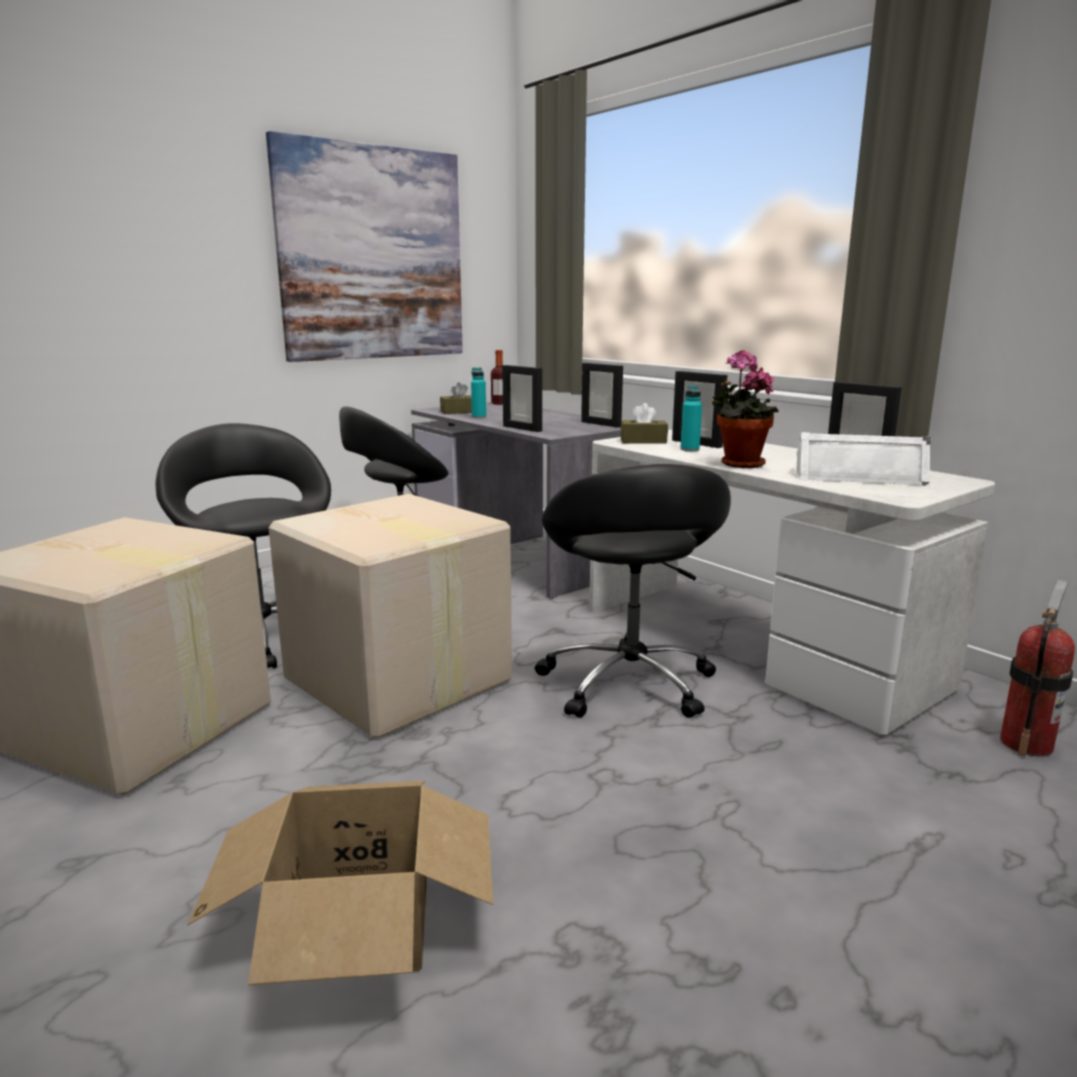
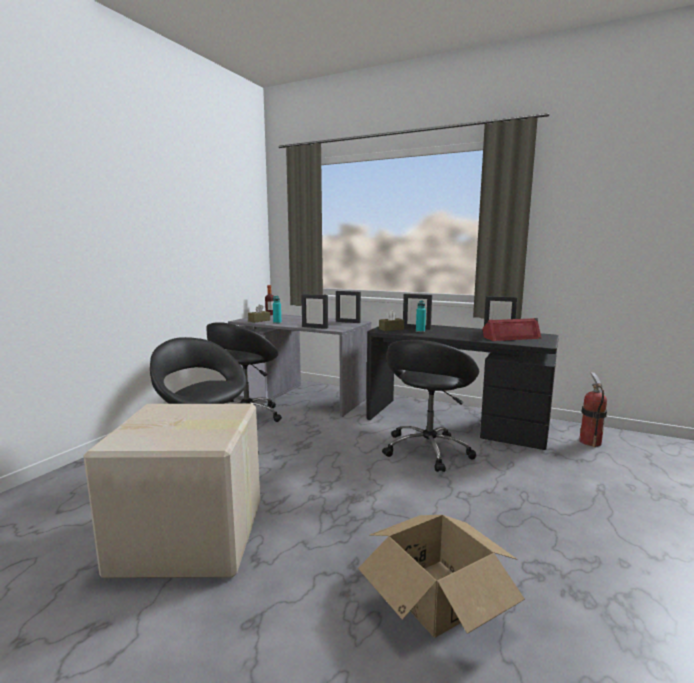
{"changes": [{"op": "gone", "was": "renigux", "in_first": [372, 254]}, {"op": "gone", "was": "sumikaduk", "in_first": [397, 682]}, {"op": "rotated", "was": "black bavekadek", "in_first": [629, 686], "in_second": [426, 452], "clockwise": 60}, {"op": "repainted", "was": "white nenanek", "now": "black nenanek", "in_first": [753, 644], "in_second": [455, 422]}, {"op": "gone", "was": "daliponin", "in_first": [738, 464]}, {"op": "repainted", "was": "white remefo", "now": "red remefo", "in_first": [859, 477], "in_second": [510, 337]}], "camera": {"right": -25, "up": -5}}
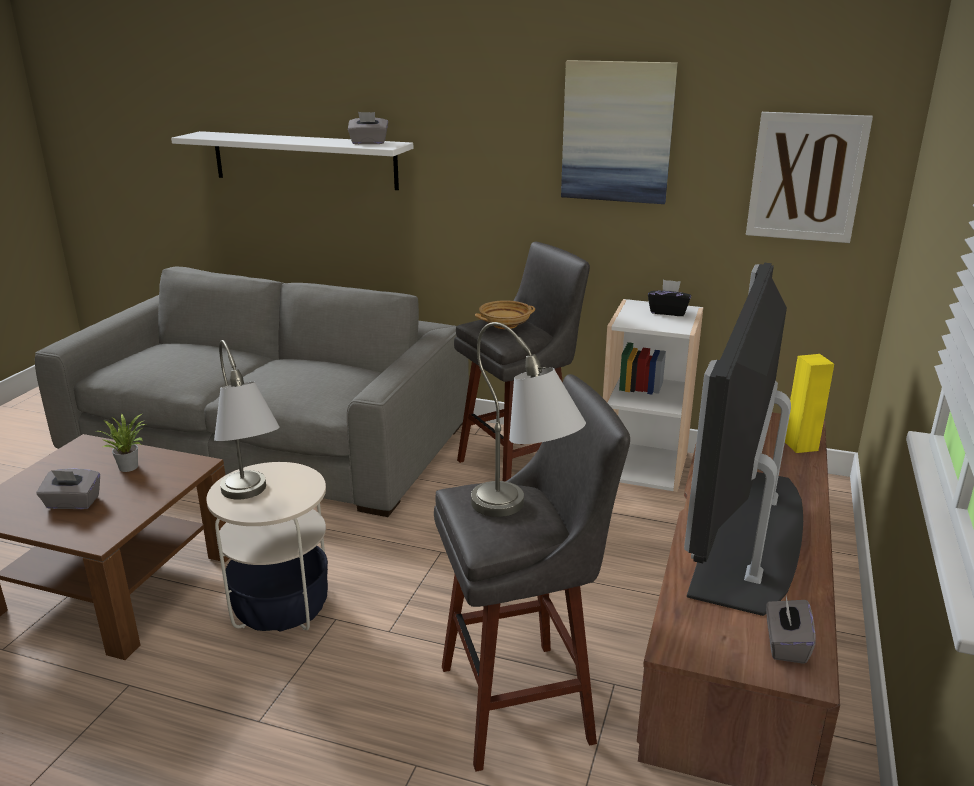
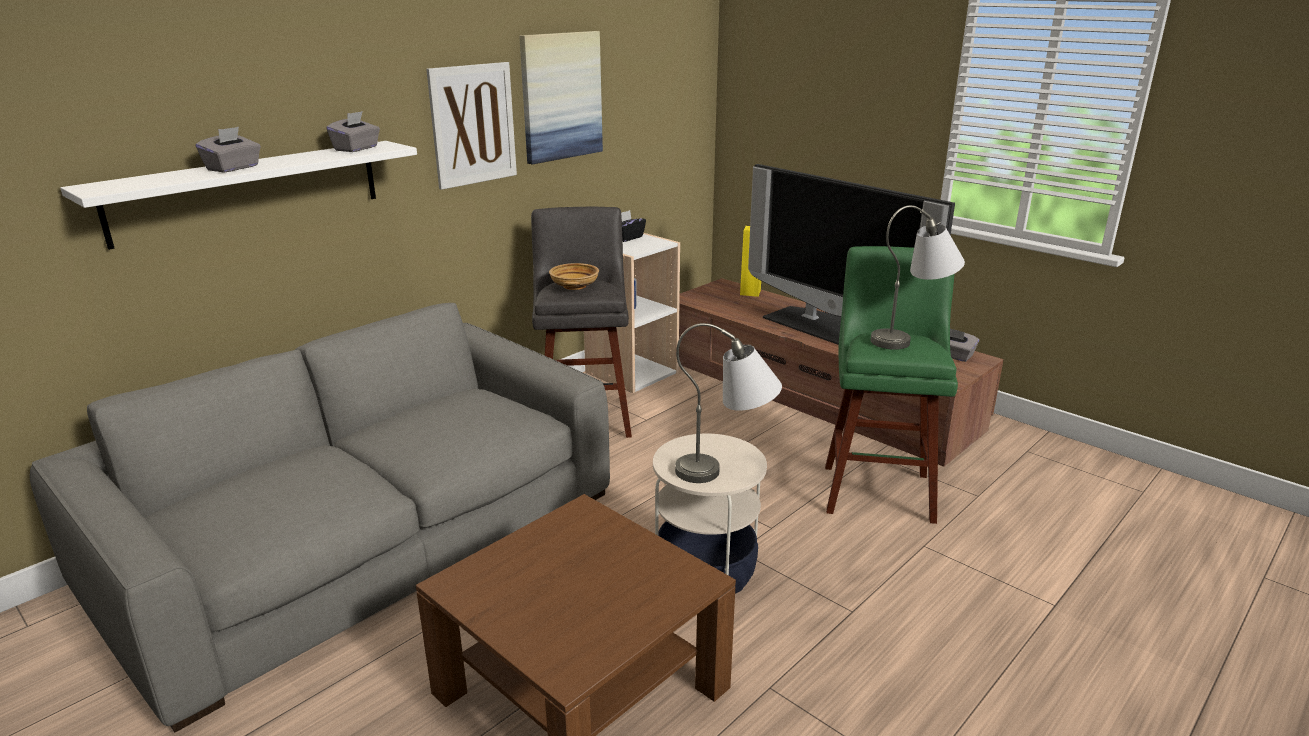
{"changes": [{"op": "shifted", "was": "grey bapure", "in_first": [72, 503], "in_second": [233, 168]}, {"op": "gone", "was": "daliponin", "in_first": [129, 466]}, {"op": "repainted", "was": "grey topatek", "now": "green topatek", "in_first": [522, 702], "in_second": [878, 490]}, {"op": "shifted", "was": "renigux", "in_first": [806, 177], "in_second": [473, 124]}], "camera": {"right": -65, "up": 0}}
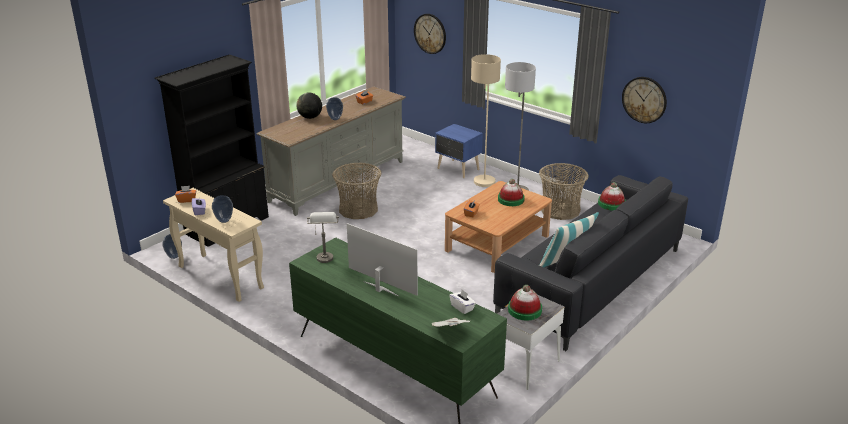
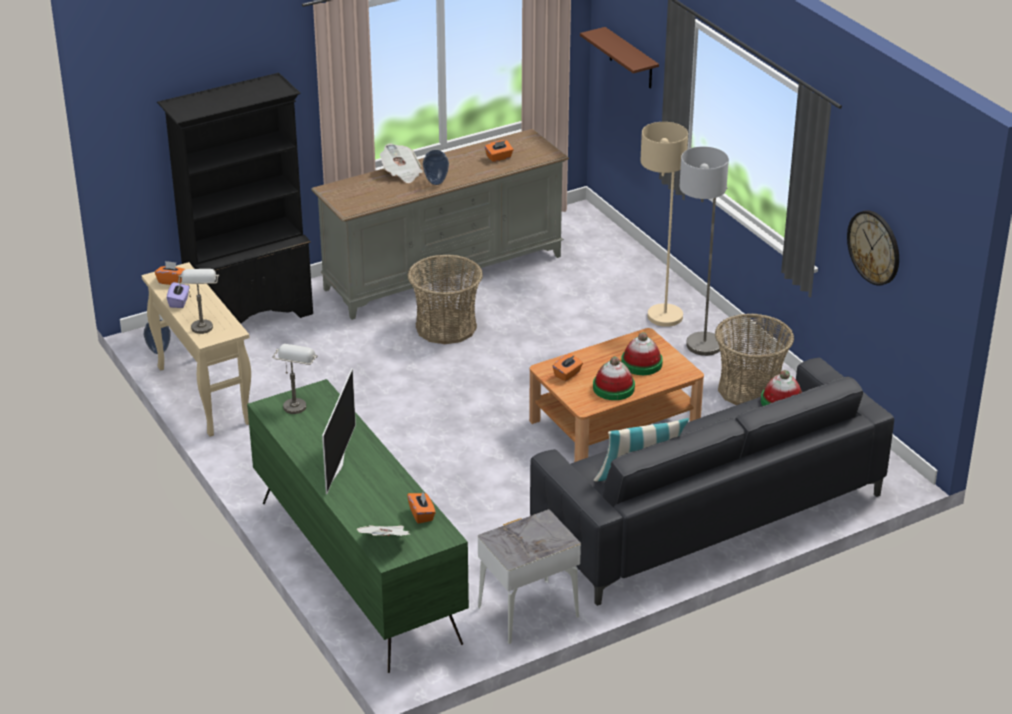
{"changes": [{"op": "swapped", "was": "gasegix", "now": "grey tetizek", "in_first": [224, 221], "in_second": [202, 323]}, {"op": "swapped", "was": "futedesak", "now": "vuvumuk", "in_first": [310, 117], "in_second": [401, 173]}, {"op": "rotated", "was": "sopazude", "in_first": [380, 289], "in_second": [336, 466], "clockwise": 45}, {"op": "swapped", "was": "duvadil", "now": "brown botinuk", "in_first": [430, 33], "in_second": [631, 59]}, {"op": "gone", "was": "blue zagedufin", "in_first": [458, 169]}, {"op": "repainted", "was": "white bapure", "now": "orange bapure", "in_first": [462, 307], "in_second": [421, 514]}, {"op": "shifted", "was": "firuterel", "in_first": [524, 310], "in_second": [613, 388]}], "camera": {"right": 20, "up": 5}}
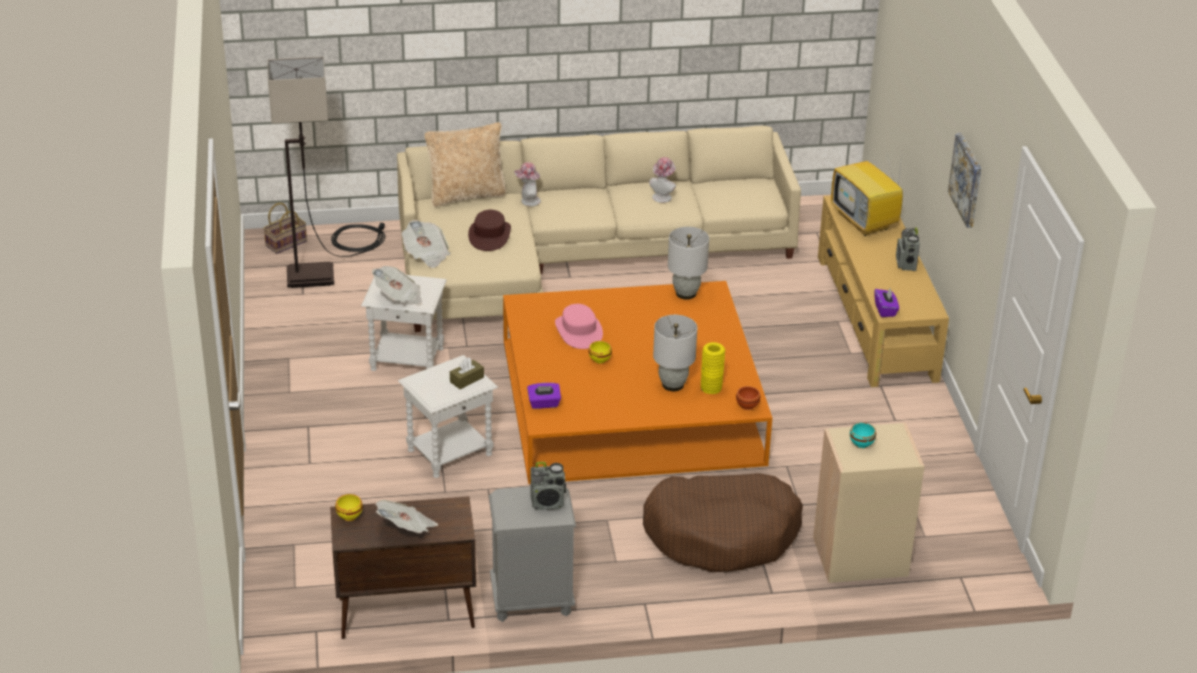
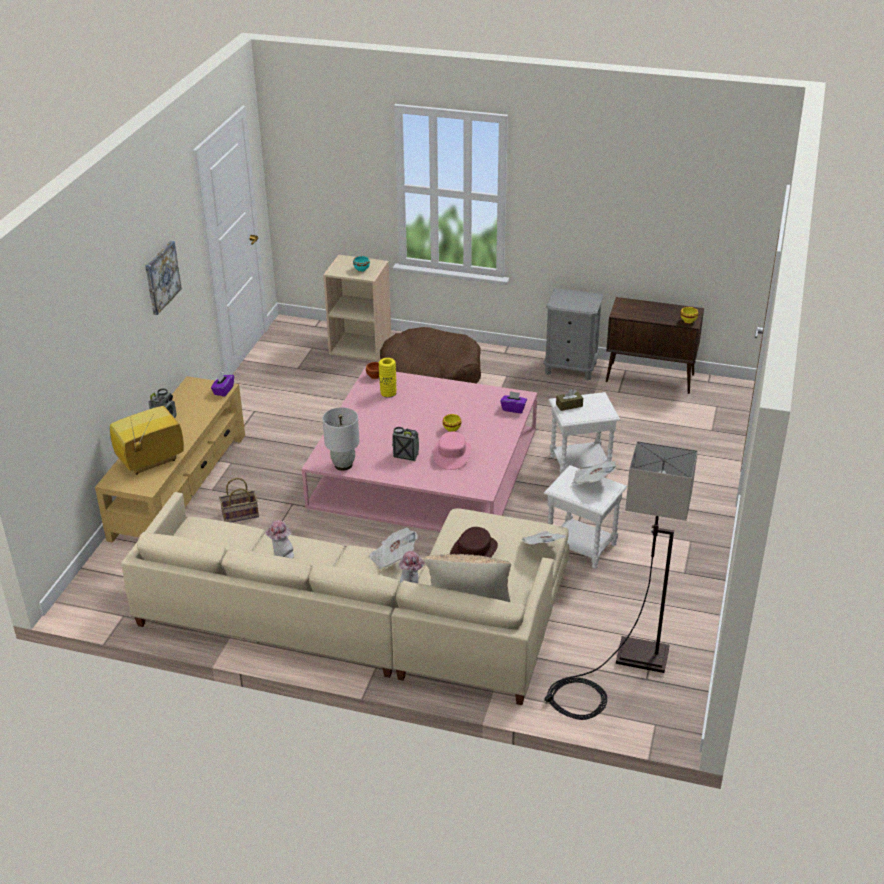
{"changes": [{"op": "shifted", "was": "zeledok", "in_first": [286, 243], "in_second": [239, 515]}, {"op": "shifted", "was": "vuvumuk", "in_first": [407, 529], "in_second": [393, 558]}, {"op": "repainted", "was": "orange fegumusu", "now": "pink fegumusu", "in_first": [631, 401], "in_second": [424, 467]}, {"op": "shifted", "was": "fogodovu", "in_first": [548, 503], "in_second": [406, 455]}, {"op": "gone", "was": "white tetizek", "in_first": [673, 384]}, {"op": "rotated", "was": "sopazude", "in_first": [865, 222], "in_second": [150, 462], "clockwise": -120}], "camera": {"right": -155, "up": 0}}
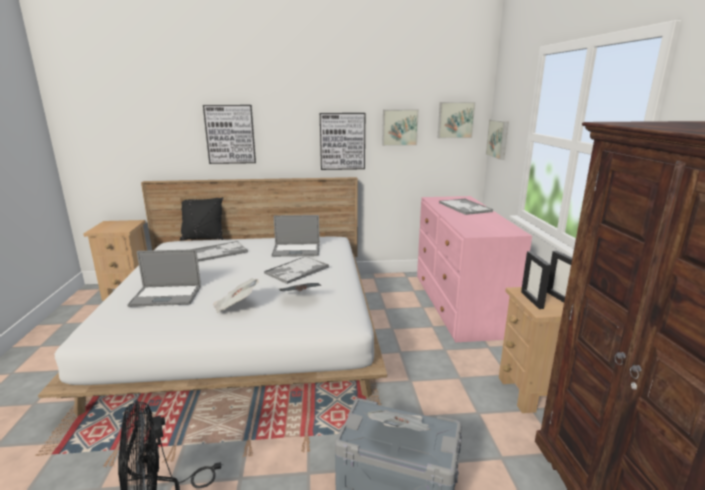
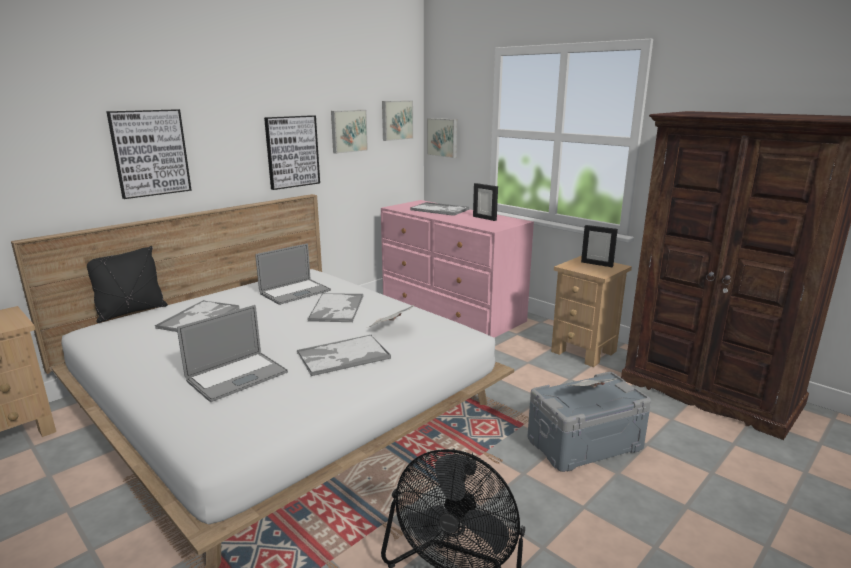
{"changes": [{"op": "swapped", "was": "vuvumuk", "now": "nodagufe", "in_first": [235, 306], "in_second": [342, 356]}, {"op": "shifted", "was": "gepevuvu", "in_first": [532, 300], "in_second": [485, 218]}], "camera": {"right": -40, "up": 0}}
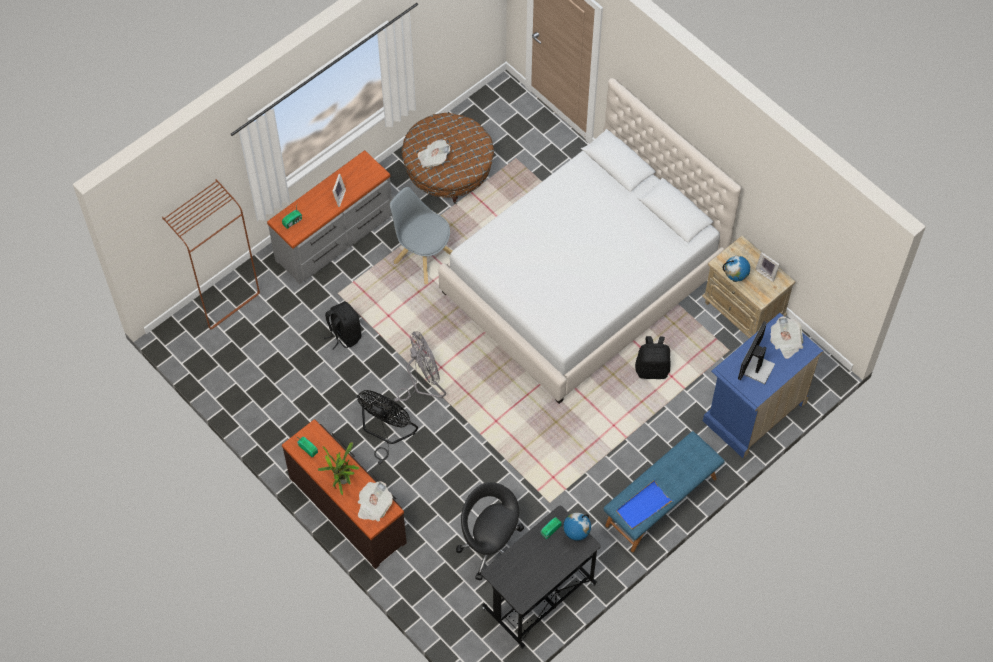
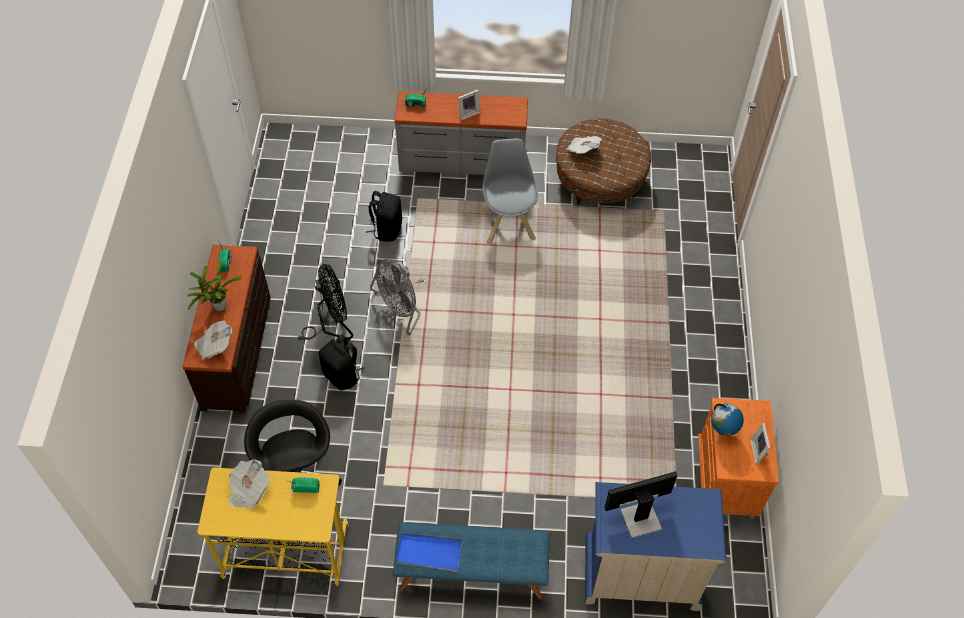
{"changes": [{"op": "gone", "was": "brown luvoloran", "in_first": [224, 300]}, {"op": "rotated", "was": "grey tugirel", "in_first": [421, 379], "in_second": [402, 306], "clockwise": 120}, {"op": "gone", "was": "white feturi", "in_first": [583, 280]}, {"op": "repainted", "was": "black nenanek", "now": "yellow nenanek", "in_first": [539, 597], "in_second": [285, 551]}, {"op": "gone", "was": "futedesak", "in_first": [576, 534]}, {"op": "shifted", "was": "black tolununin", "in_first": [652, 369], "in_second": [342, 375]}, {"op": "repainted", "was": "beige zagedufin", "now": "orange zagedufin", "in_first": [743, 311], "in_second": [726, 481]}, {"op": "shifted", "was": "vuvumuk", "in_first": [785, 342], "in_second": [248, 490]}], "camera": {"right": 45, "up": -5}}
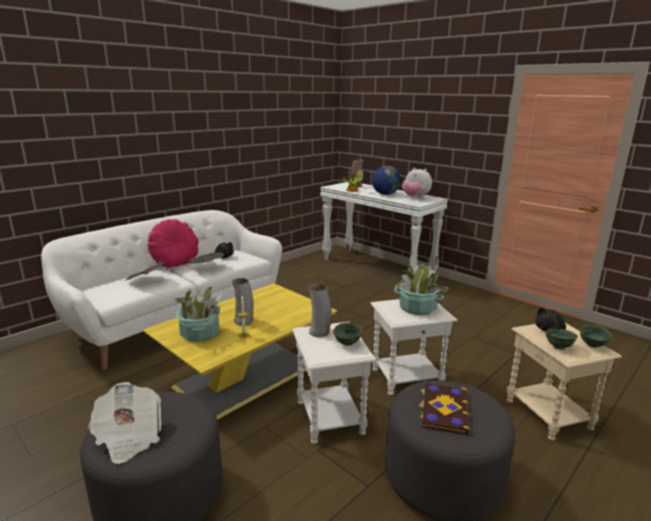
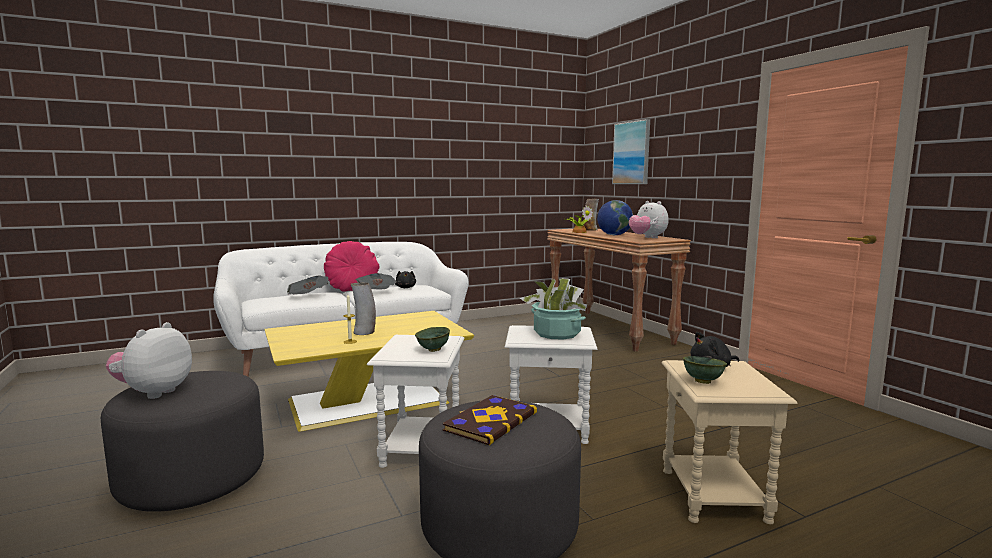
{"changes": [{"op": "swapped", "was": "vuvumuk", "now": "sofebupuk", "in_first": [128, 437], "in_second": [153, 392]}, {"op": "gone", "was": "daliponin", "in_first": [200, 333]}, {"op": "gone", "was": "gasegix", "in_first": [319, 332]}, {"op": "repainted", "was": "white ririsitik", "now": "brown ririsitik", "in_first": [377, 268], "in_second": [609, 330]}, {"op": "gone", "was": "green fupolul", "in_first": [593, 345]}, {"op": "new", "now": "renigux", "in_second": [632, 153]}], "camera": {"right": 20, "up": -10}}
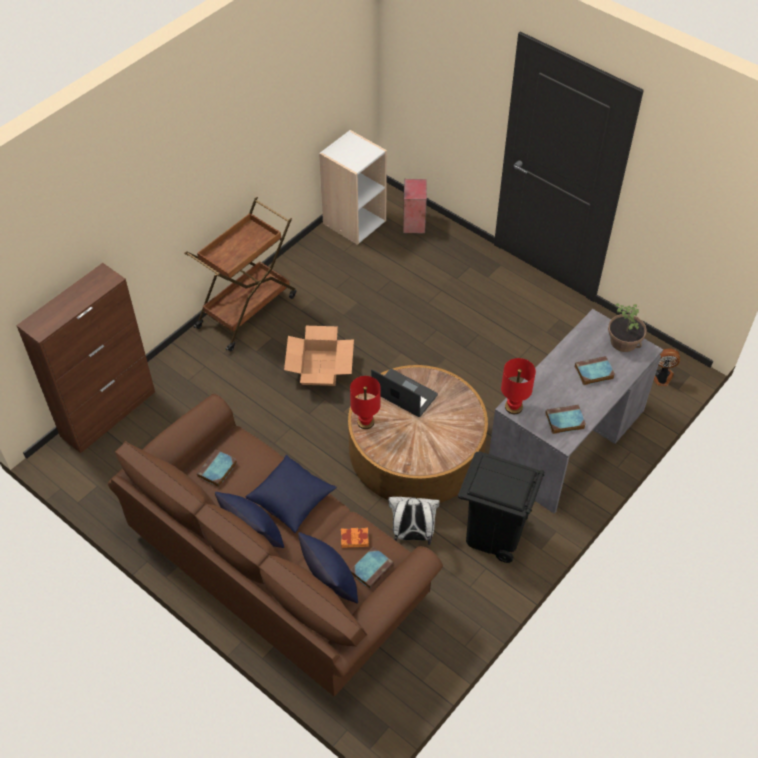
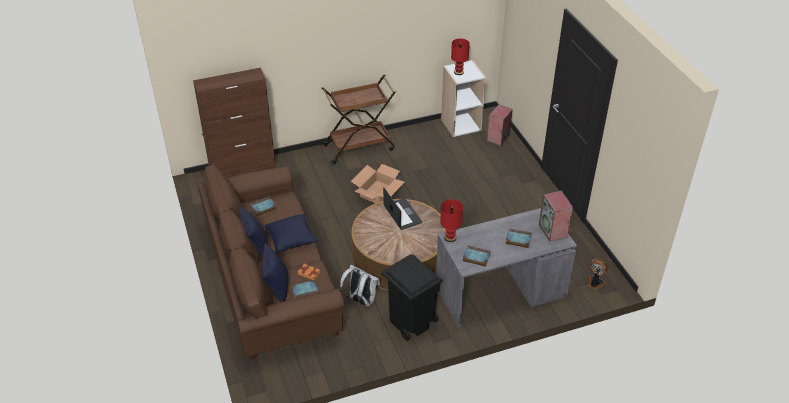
{"changes": [{"op": "shifted", "was": "red tetizek", "in_first": [365, 422], "in_second": [459, 72]}, {"op": "swapped", "was": "daliponin", "now": "remefo", "in_first": [624, 341], "in_second": [553, 231]}], "camera": {"right": 30, "up": -10}}
